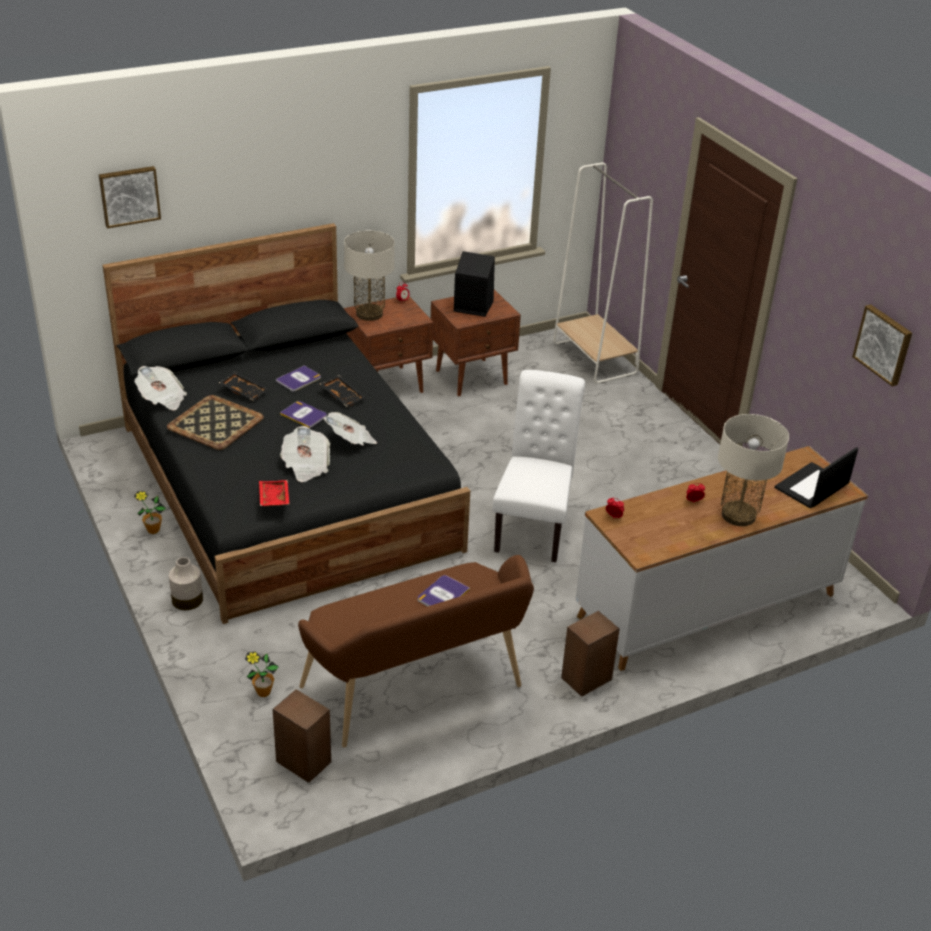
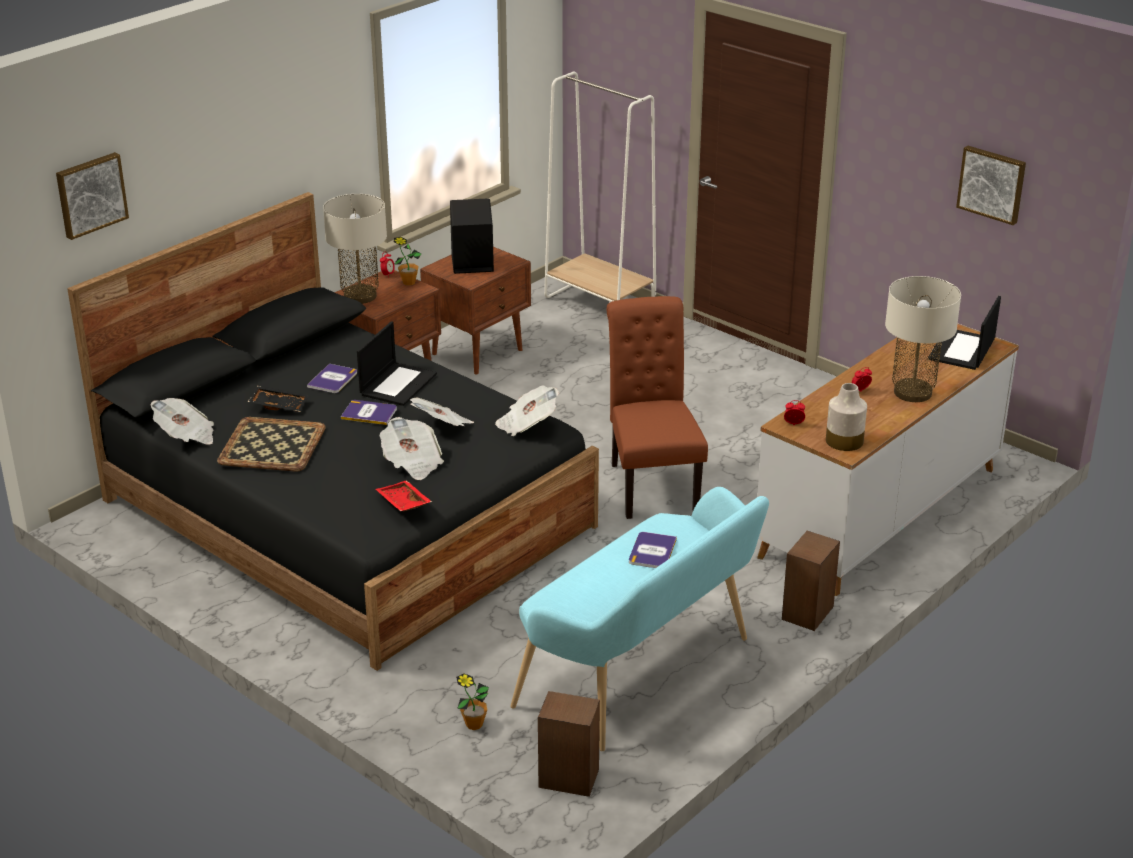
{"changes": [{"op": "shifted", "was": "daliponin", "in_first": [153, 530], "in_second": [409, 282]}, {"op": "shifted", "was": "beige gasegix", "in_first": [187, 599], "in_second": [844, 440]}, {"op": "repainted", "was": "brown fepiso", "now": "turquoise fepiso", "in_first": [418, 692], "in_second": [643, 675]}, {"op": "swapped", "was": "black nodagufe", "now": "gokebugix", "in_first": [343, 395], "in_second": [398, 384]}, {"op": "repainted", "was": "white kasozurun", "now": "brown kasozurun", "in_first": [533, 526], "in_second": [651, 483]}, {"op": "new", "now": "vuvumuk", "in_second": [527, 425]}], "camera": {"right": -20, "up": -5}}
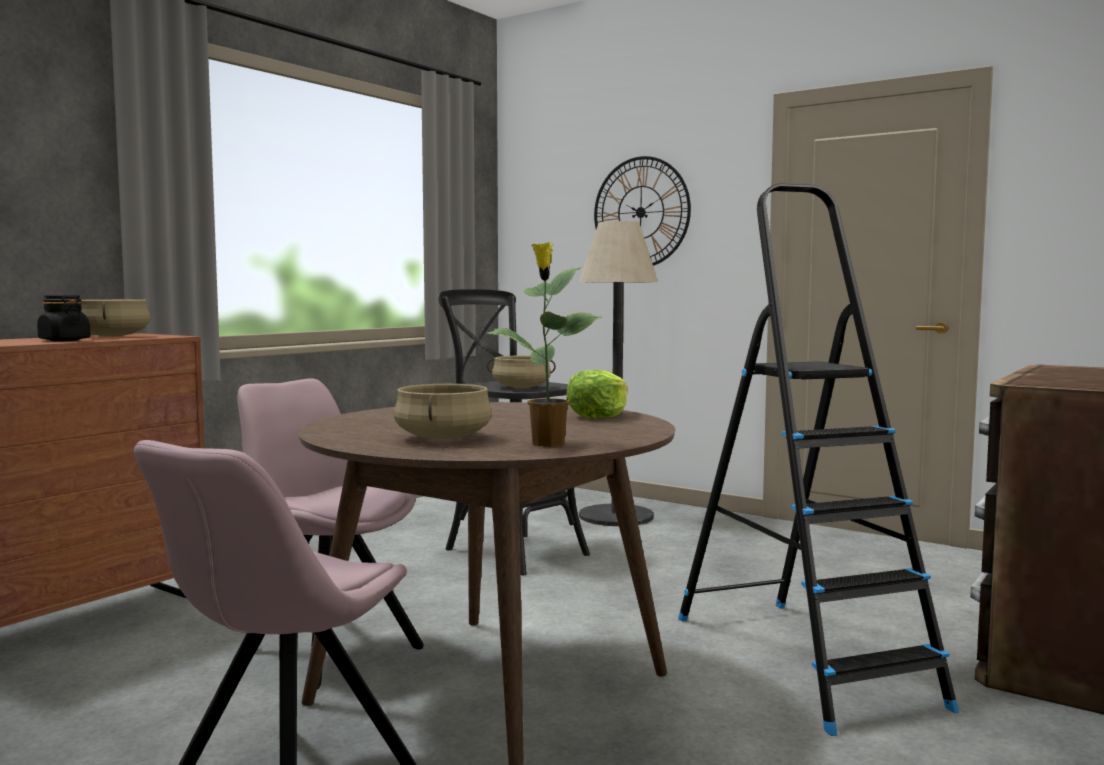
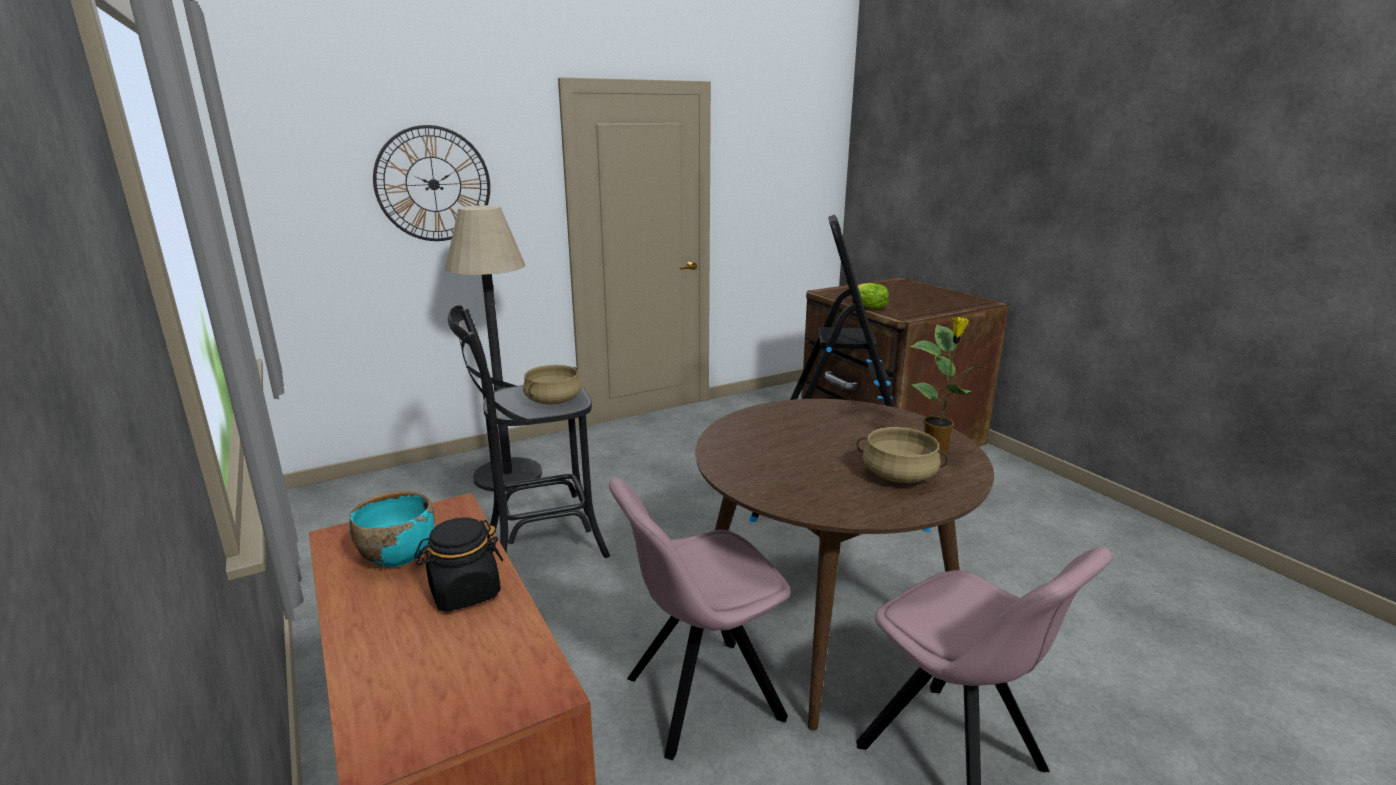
{"changes": [{"op": "swapped", "was": "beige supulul", "now": "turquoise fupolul", "in_first": [111, 336], "in_second": [397, 554]}, {"op": "shifted", "was": "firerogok", "in_first": [598, 416], "in_second": [869, 307]}], "camera": {"right": -65, "up": 15}}
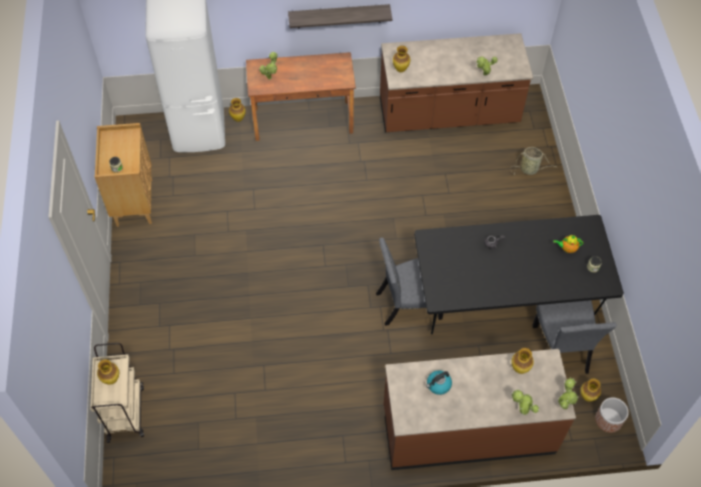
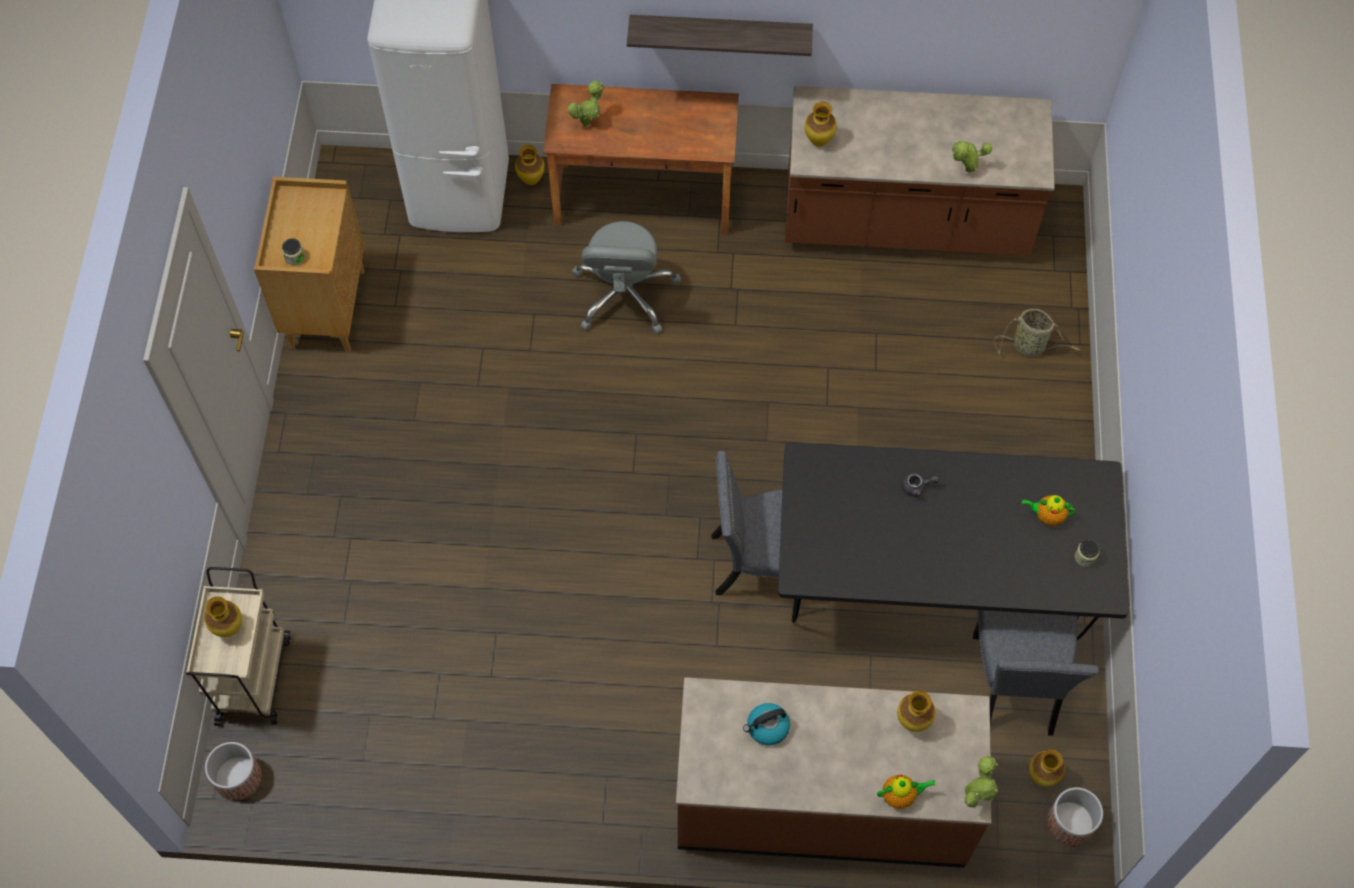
{"changes": [{"op": "swapped", "was": "daliponin", "now": "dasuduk", "in_first": [522, 411], "in_second": [900, 795]}, {"op": "new", "now": "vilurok", "in_second": [237, 778]}, {"op": "new", "now": "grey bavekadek", "in_second": [624, 298]}], "camera": {"right": 10, "up": 5}}
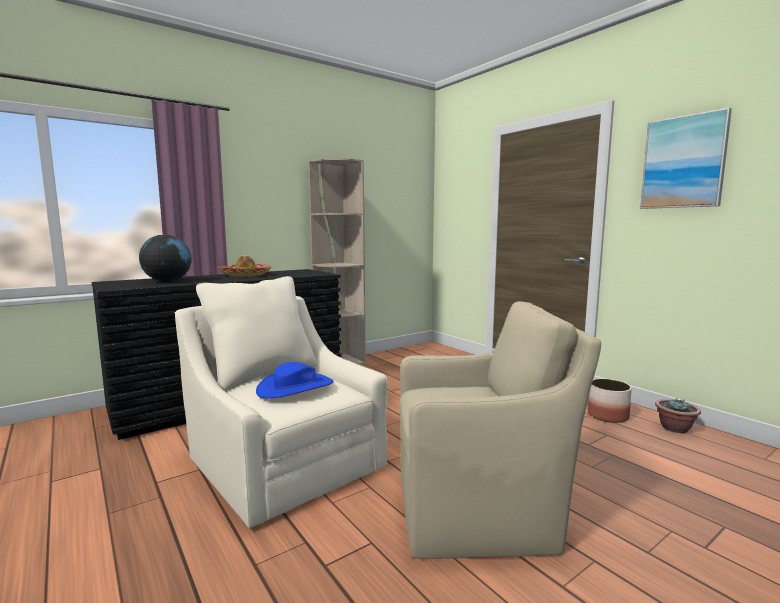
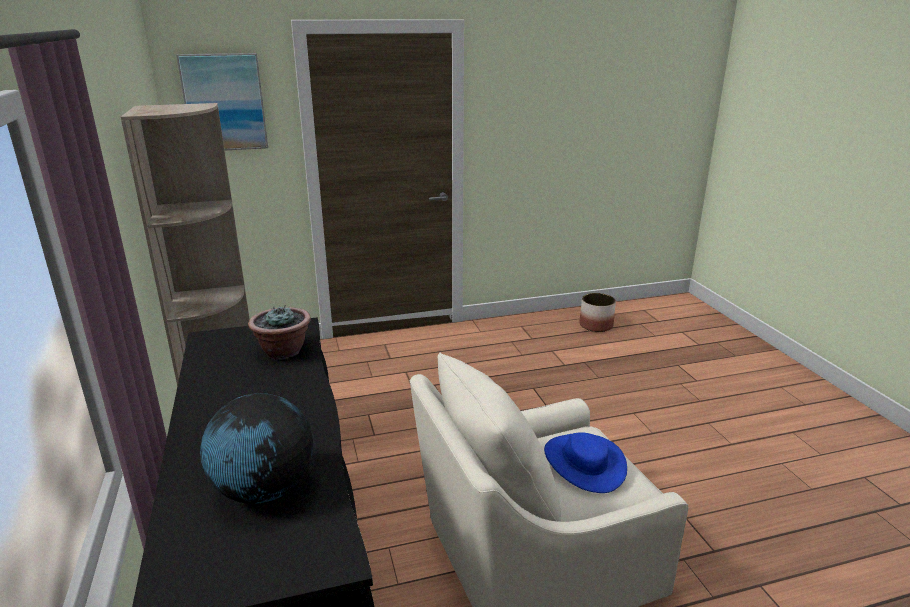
{"changes": [{"op": "gone", "was": "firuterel", "in_first": [245, 275]}, {"op": "gone", "was": "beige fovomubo", "in_first": [479, 511]}, {"op": "shifted", "was": "vilurok", "in_first": [608, 416], "in_second": [596, 325]}, {"op": "shifted", "was": "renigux", "in_first": [683, 162], "in_second": [224, 102]}, {"op": "shifted", "was": "daliponin", "in_first": [674, 429], "in_second": [283, 352]}], "camera": {"right": -70, "up": 15}}
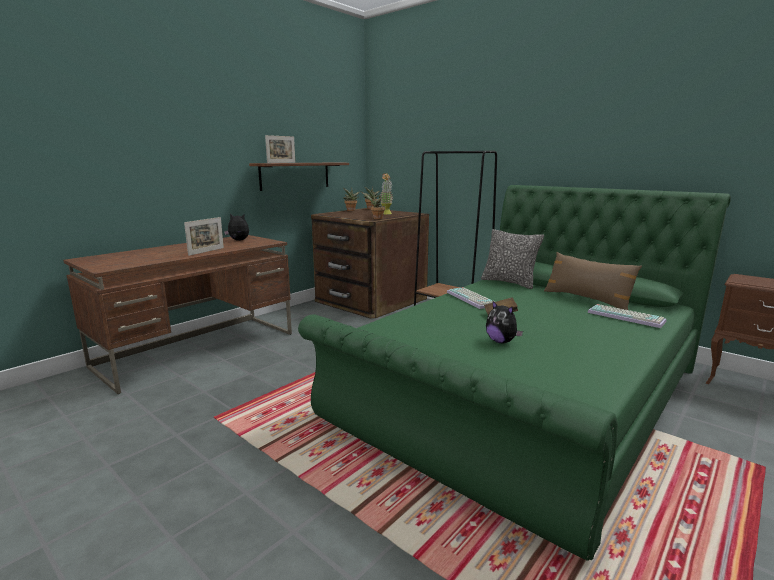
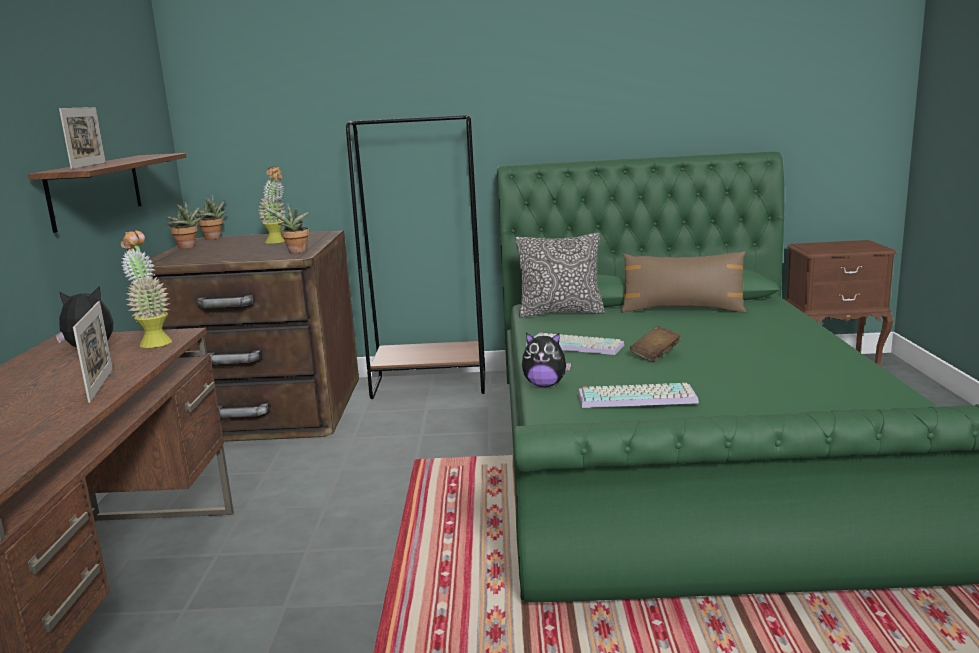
{"changes": [{"op": "shifted", "was": "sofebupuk", "in_first": [501, 341], "in_second": [545, 385]}, {"op": "shifted", "was": "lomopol", "in_first": [627, 317], "in_second": [638, 397]}, {"op": "new", "now": "daliponin", "in_second": [153, 342]}], "camera": {"right": -40, "up": 0}}
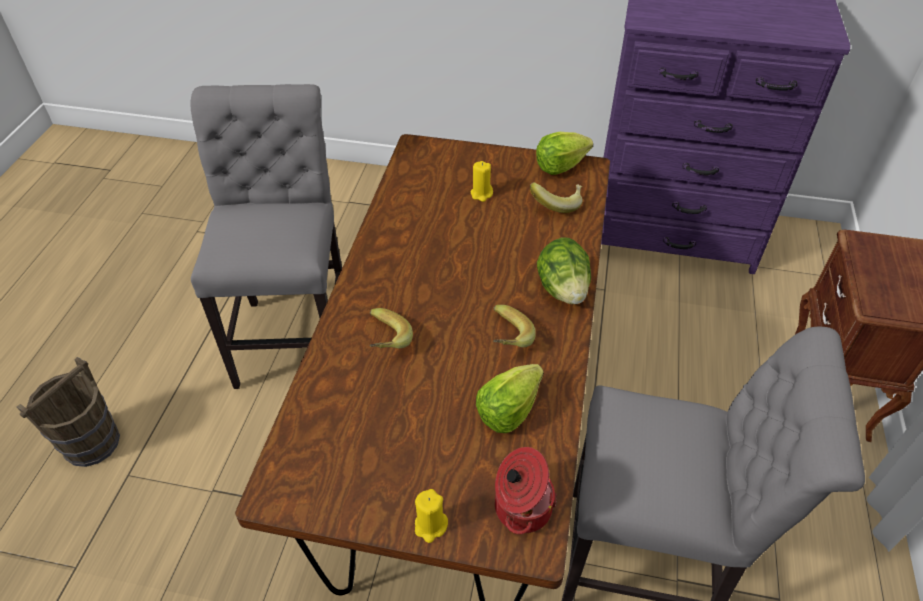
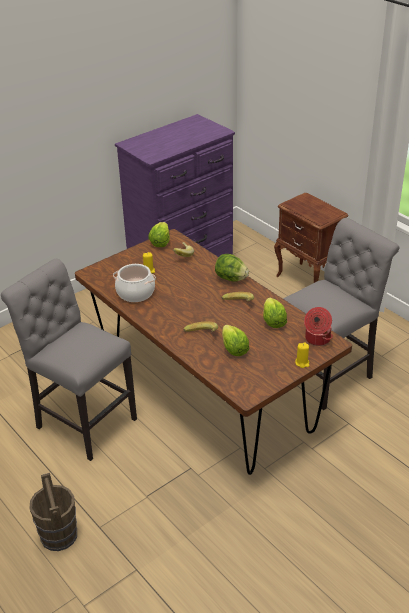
{"changes": [{"op": "new", "now": "supulul", "in_second": [136, 292]}, {"op": "new", "now": "firerogok", "in_second": [234, 349]}], "camera": {"right": -50, "up": -10}}
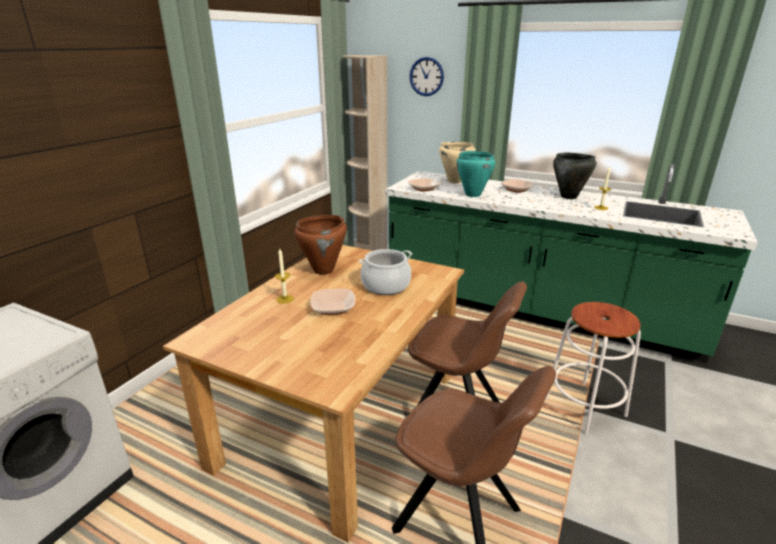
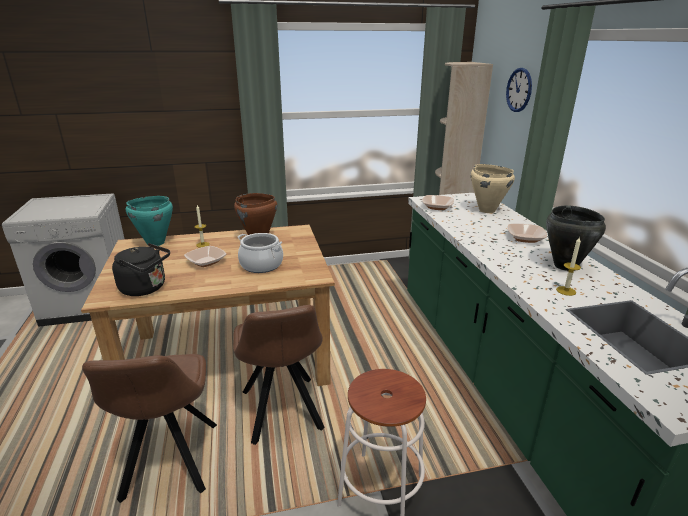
{"changes": [{"op": "shifted", "was": "turquoise supulul", "in_first": [472, 195], "in_second": [155, 243]}, {"op": "new", "now": "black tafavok", "in_second": [146, 288]}], "camera": {"right": 50, "up": 0}}
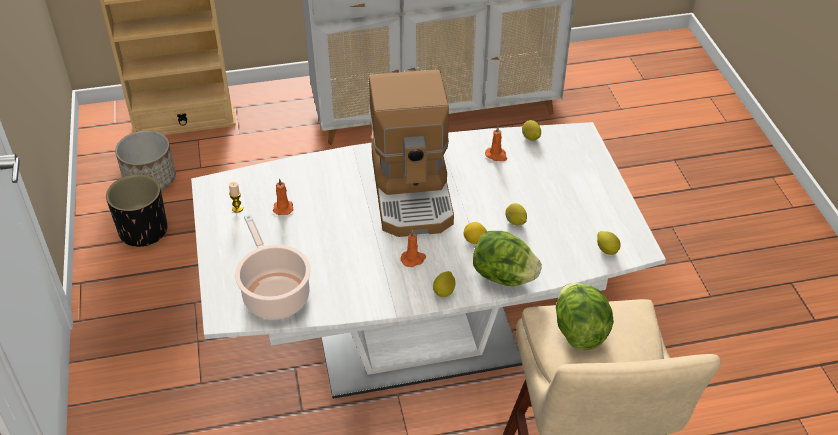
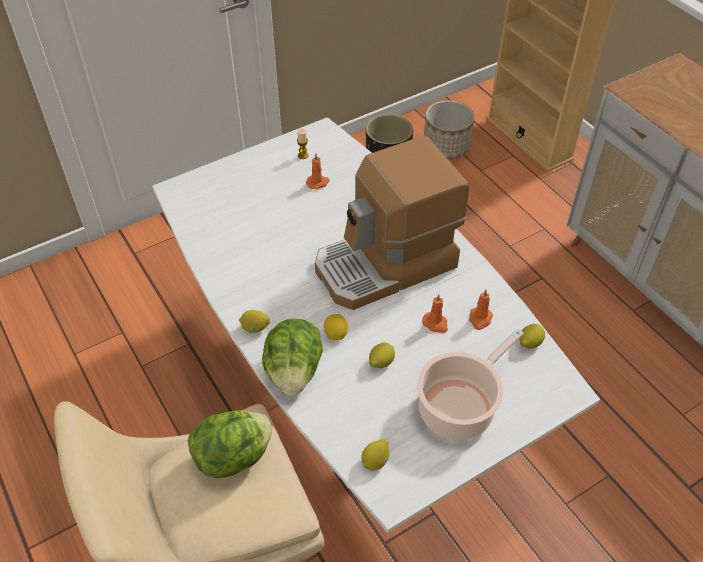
{"changes": [{"op": "shifted", "was": "supulul", "in_first": [275, 294], "in_second": [459, 407]}, {"op": "shifted", "was": "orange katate", "in_first": [413, 259], "in_second": [436, 323]}], "camera": {"right": 70, "up": 5}}
